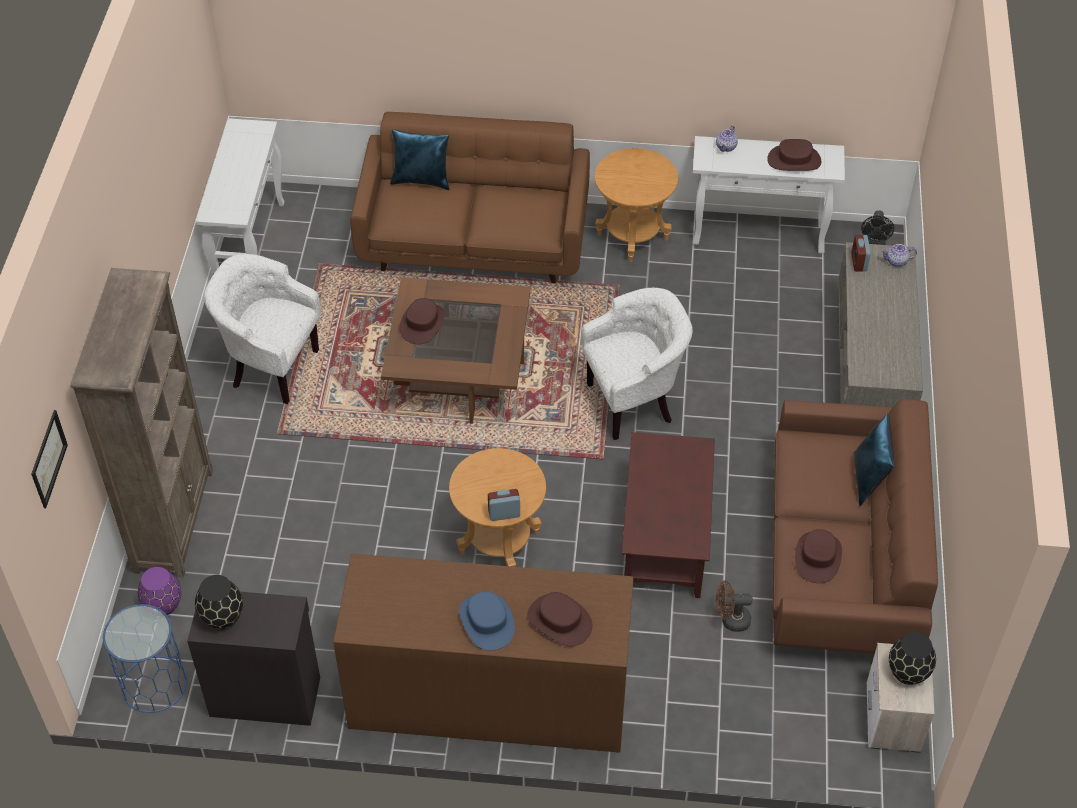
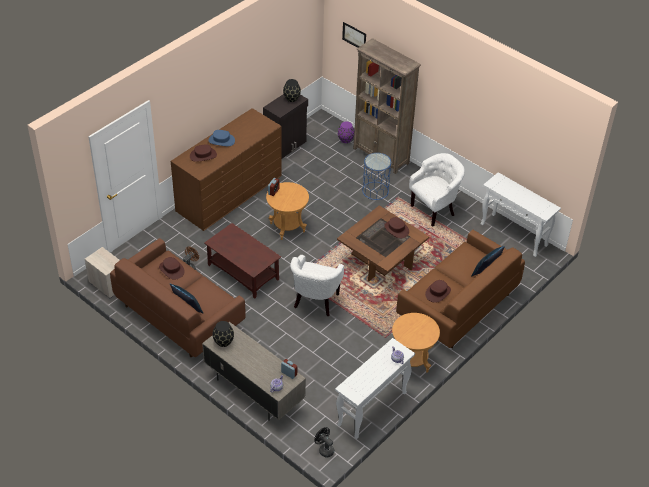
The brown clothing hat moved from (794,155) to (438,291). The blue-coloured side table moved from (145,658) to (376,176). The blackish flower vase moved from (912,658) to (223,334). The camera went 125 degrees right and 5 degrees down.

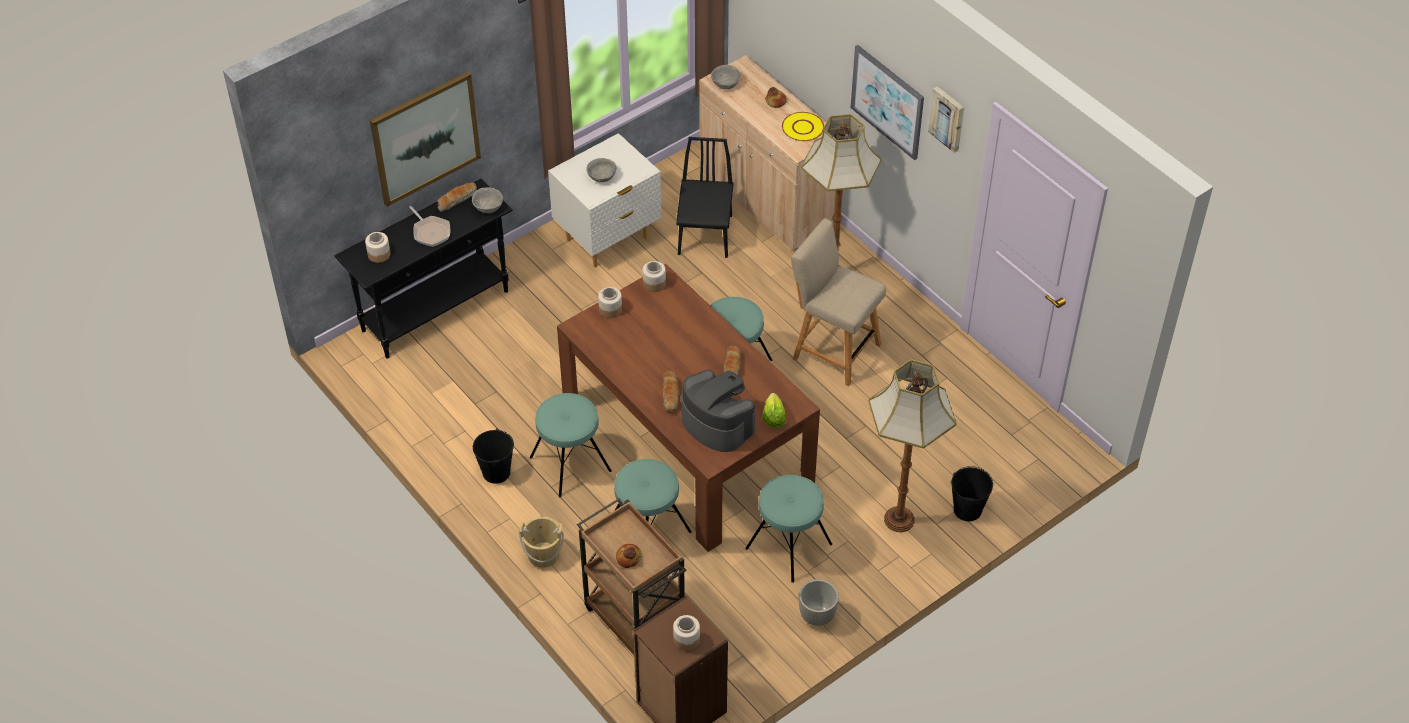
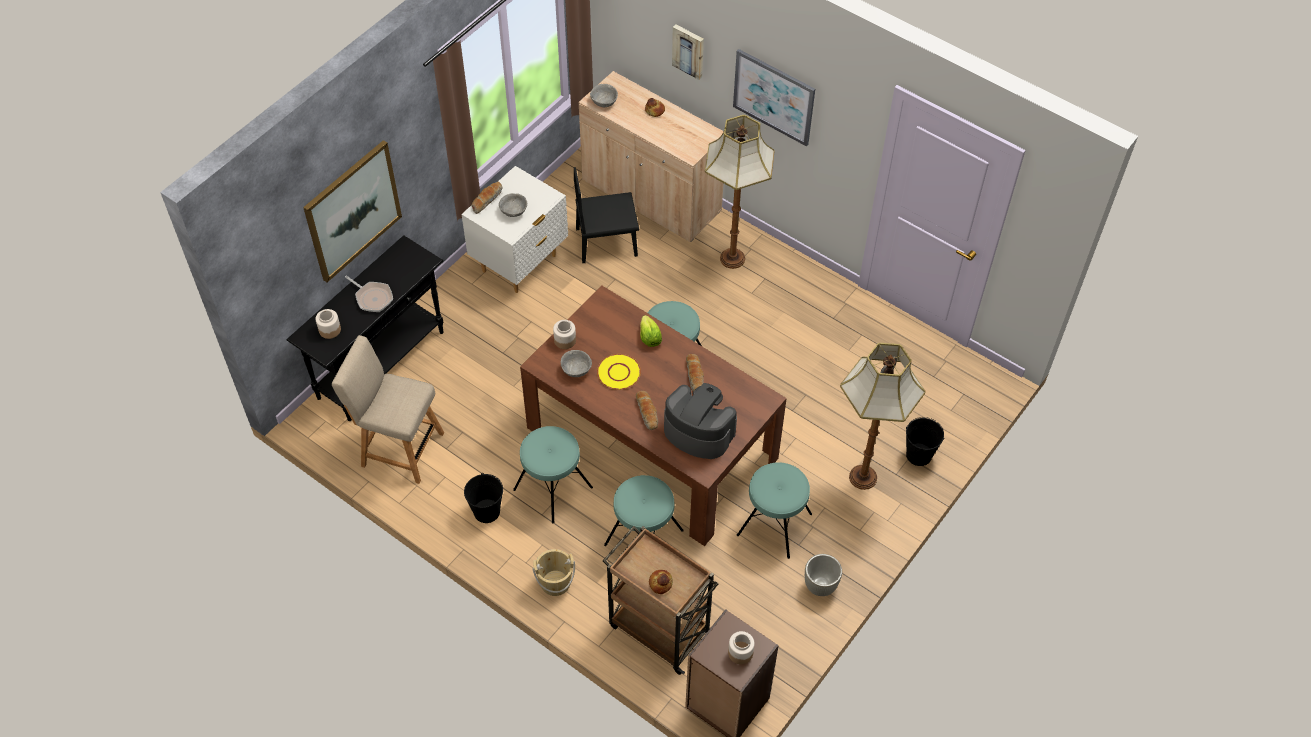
The picture moved from (946,119) to (688,52). The yellow plate moved from (803,126) to (619,372). The blackish upright chair at (705,197) turned 90 degrees counterclockwise. The baked bread moved from (457,197) to (486,198). The greyish bowl moved from (487,200) to (576,363). The beige-coloured upright chair moved from (838,302) to (388,409). The preserve jar at (654,276) disappeared. The lettuce moved from (774,410) to (651,331). The camera went 15 degrees left and 5 degrees up.

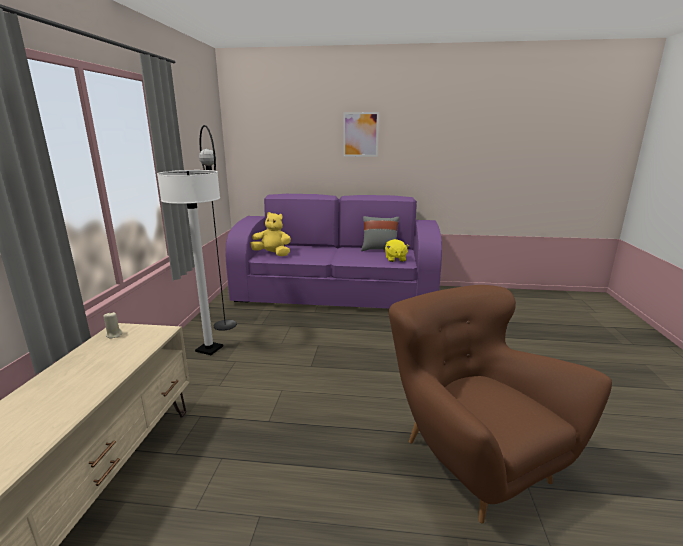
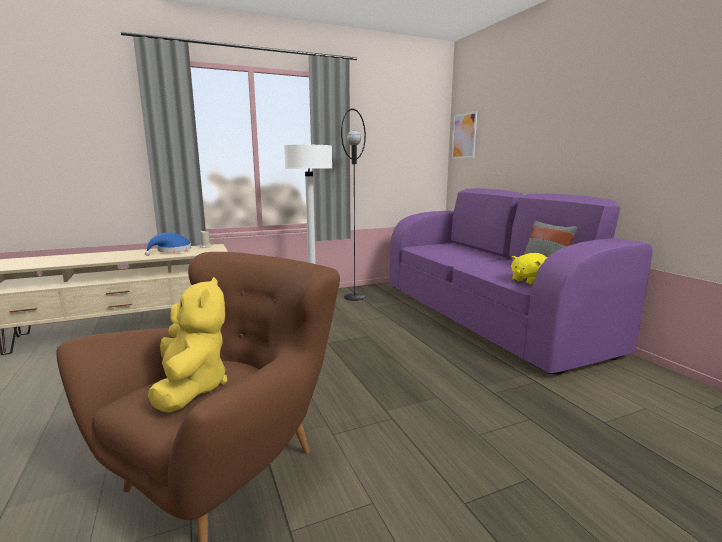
The picture moved from (361,134) to (464,135). The yellow soft toy moved from (271,234) to (188,345). The blue-coloured clothing hat at (168,244) appeared. The camera went 60 degrees right and 5 degrees down.

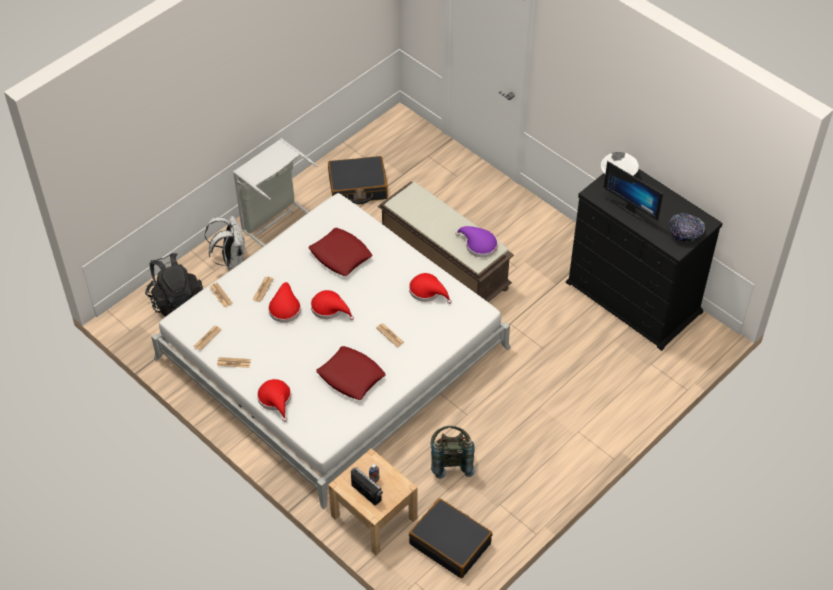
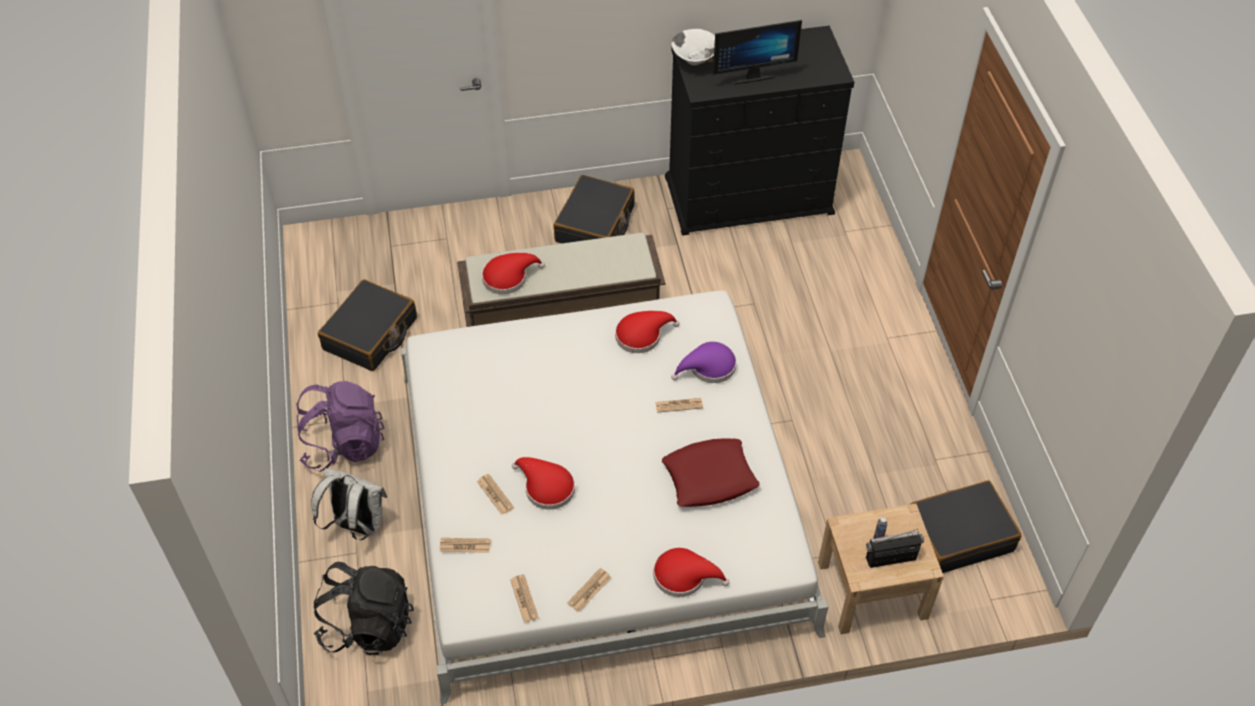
The greyish hamper at (275,192) was replaced by the purple knapsack at (340,426). The bowl at (687,227) disappeared. The purple clothing hat moved from (476,241) to (704,362). The red throw pillow at (340,252) disappeared. The red clothing hat moved from (332,305) to (513,273). The greyish knapsack at (453,452) disappeared. The blackish piece of luggage at (594,209) appeared. The camera went 55 degrees left and 0 degrees up.

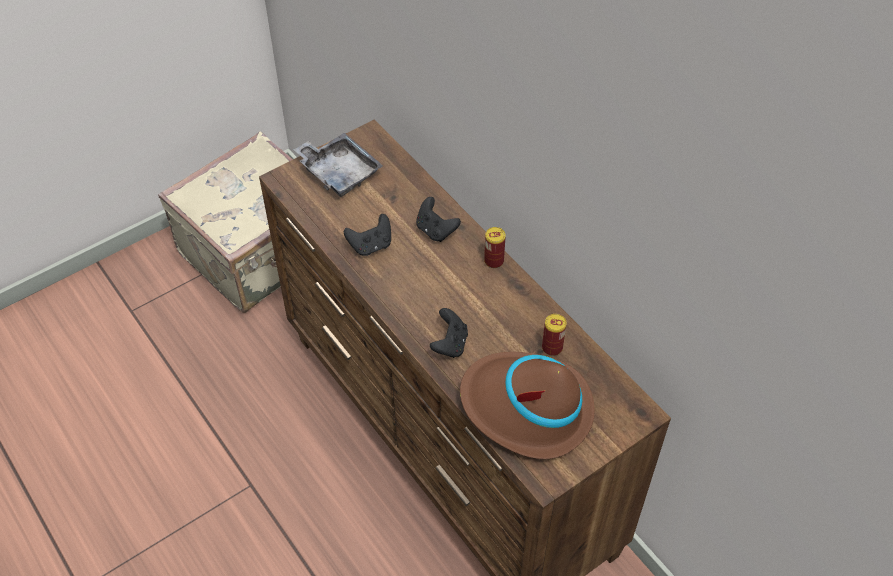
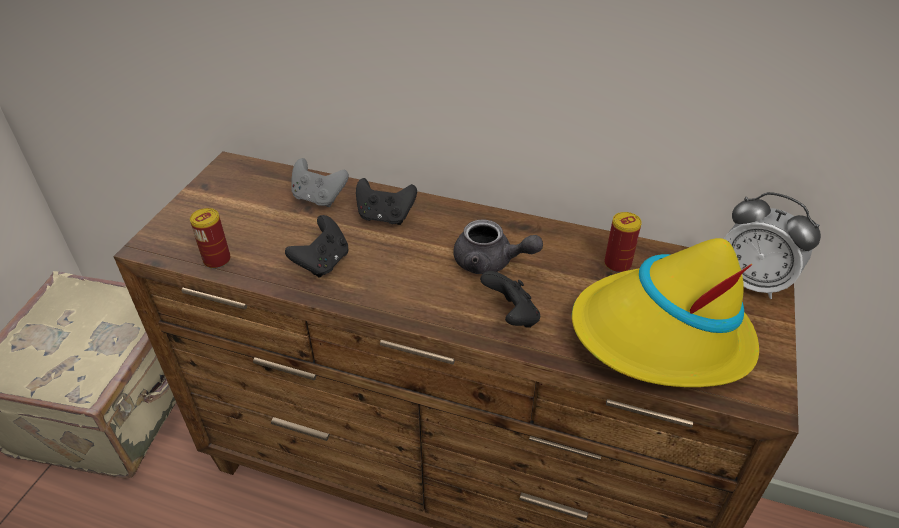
The greyish serving tray at (338,165) disappeared. The sealed can moved from (495,247) to (210,238). The brown clothing hat at (527,405) became the yellow clothing hat at (665,312). The greyish game controller at (320,182) appeared. The bedside clock at (772,245) appeared. The greyish teapot at (498,247) appeared. The camera went 35 degrees left and 10 degrees down.

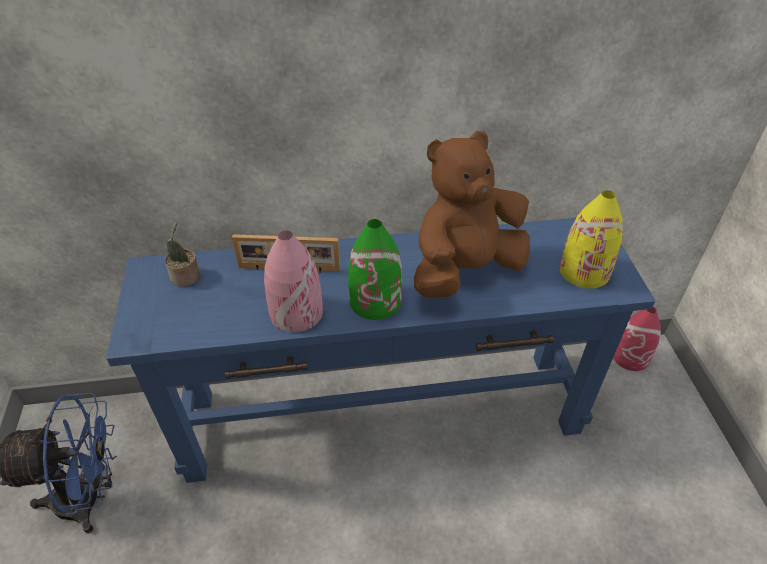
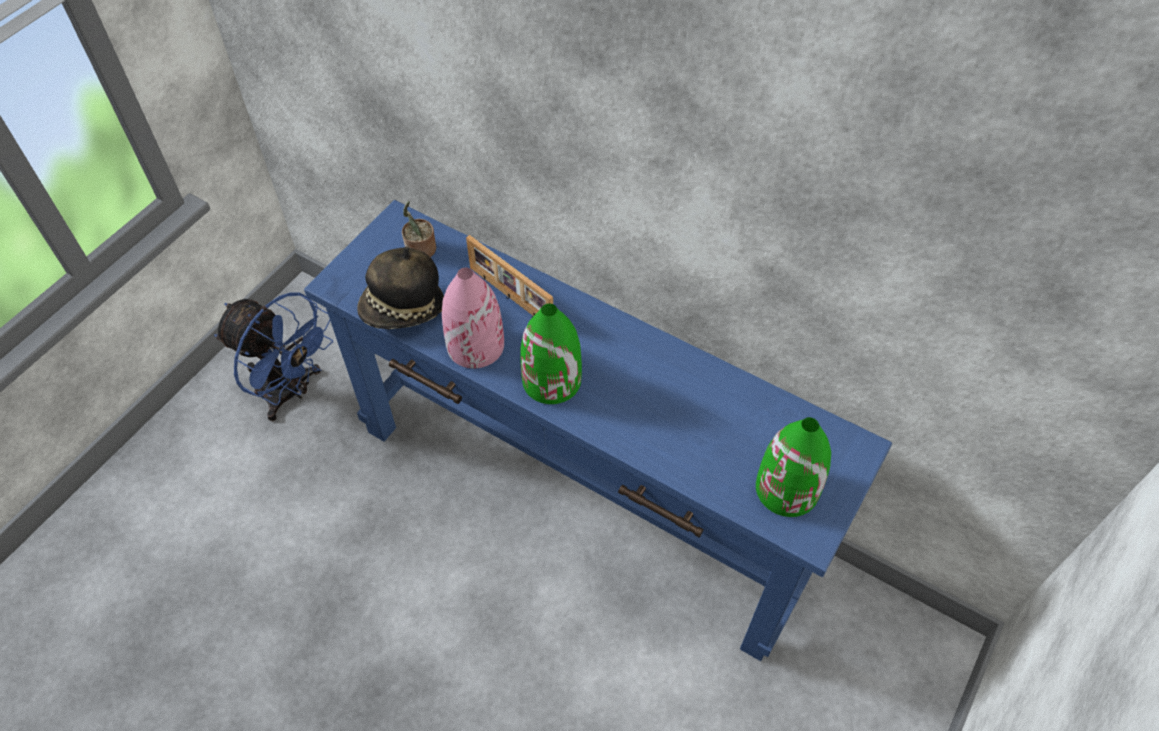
The brown soft toy at (472,214) disappeared. The yellow flower vase at (591,239) became the green flower vase at (793,467). The red flower vase at (637,339) disappeared. The clothing hat at (400,288) appeared. The camera went 40 degrees right and 10 degrees up.

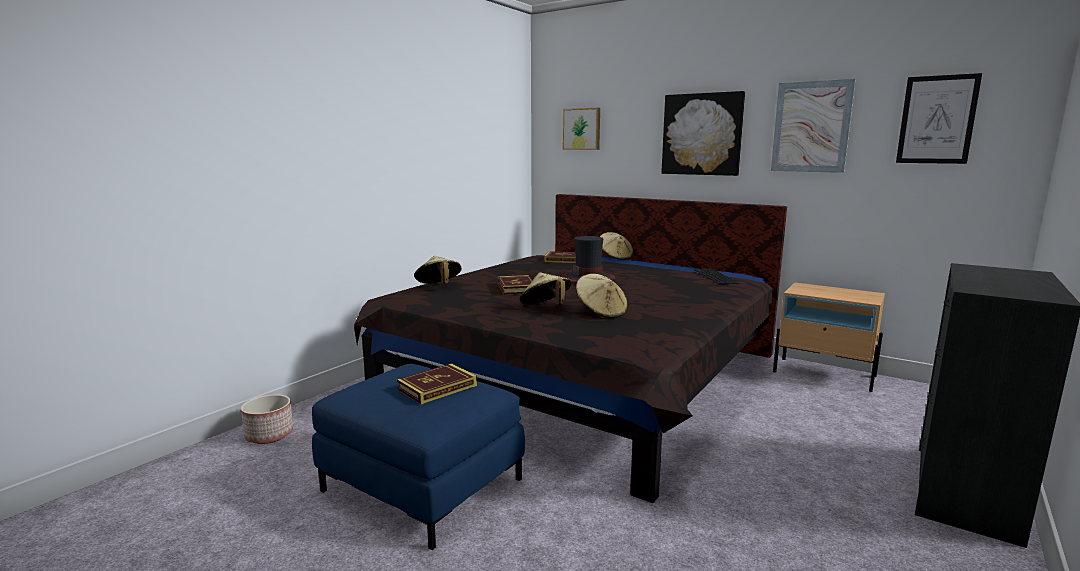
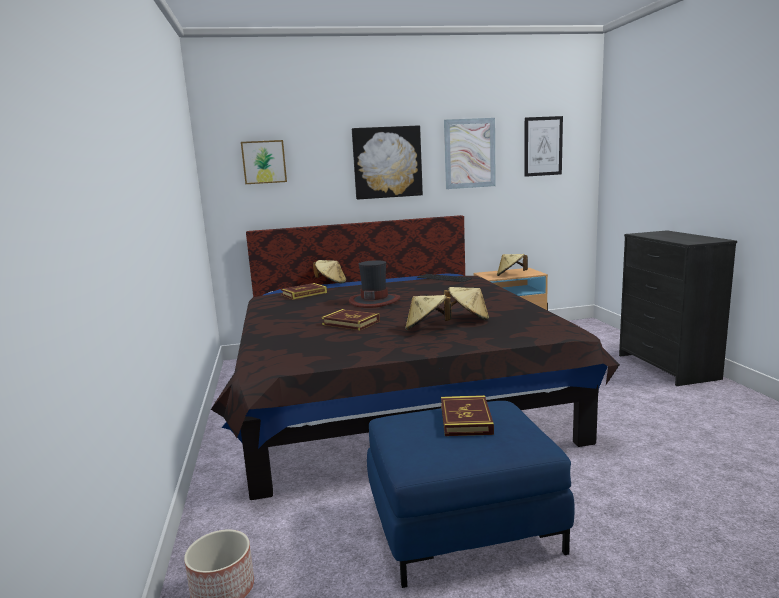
The beige-coloured clothing hat moved from (438,270) to (512,265). The camera went 45 degrees left and 0 degrees up.

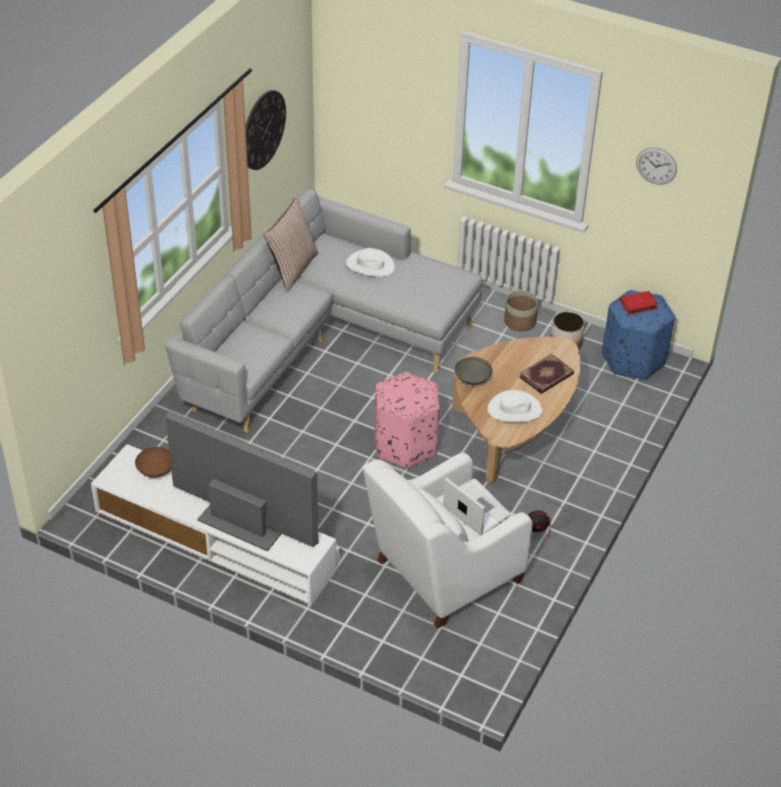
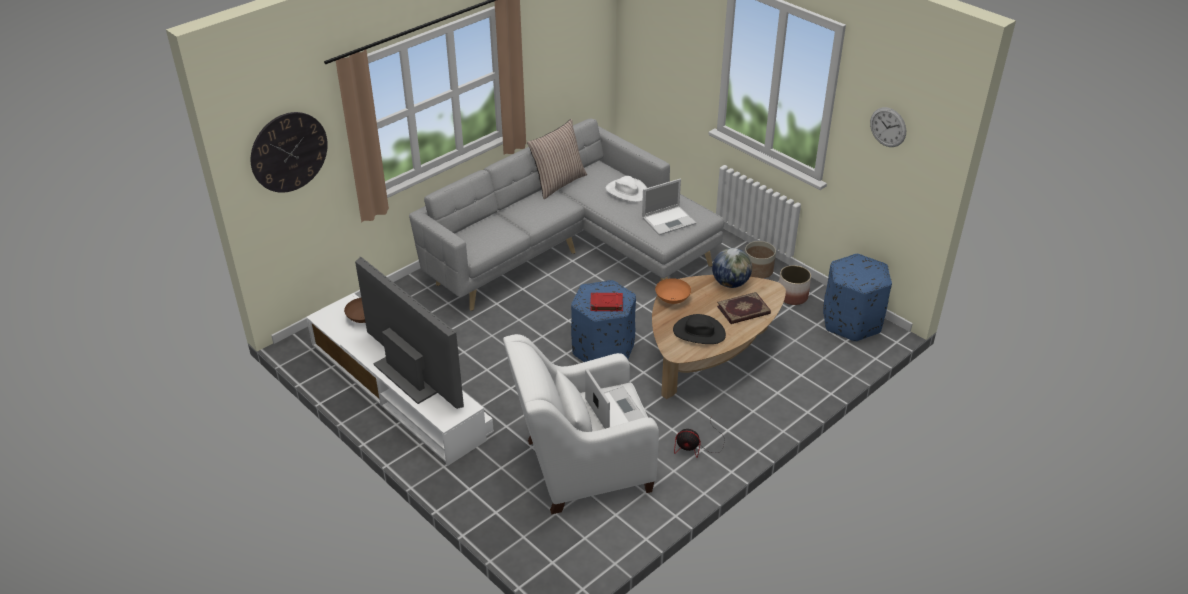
The clock on the wall moved from (265,130) to (289,152). The red book moved from (638,303) to (607,302). The greyish bowl at (473,371) became the orange bowl at (673,291). The pinkish ottoman at (407,420) became the blue-coloured ottoman at (603,321). The white clothing hat at (515,406) became the blackish clothing hat at (699,329). The laptop at (669,207) appeared. The globe at (732,268) appeared. The camera went 20 degrees right and 5 degrees down.

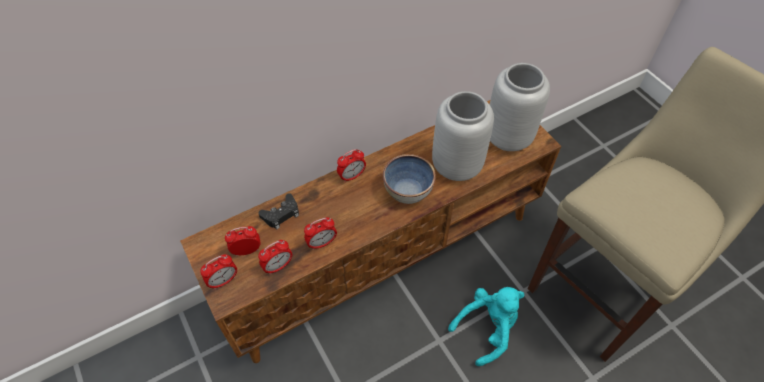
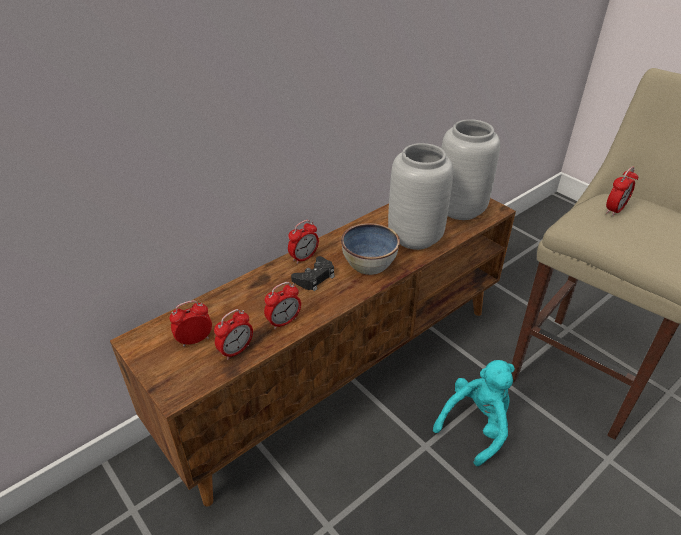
The blackish game controller moved from (278,211) to (313,273). The bedside clock moved from (218,271) to (622,191). The camera went 10 degrees left and 15 degrees down.

